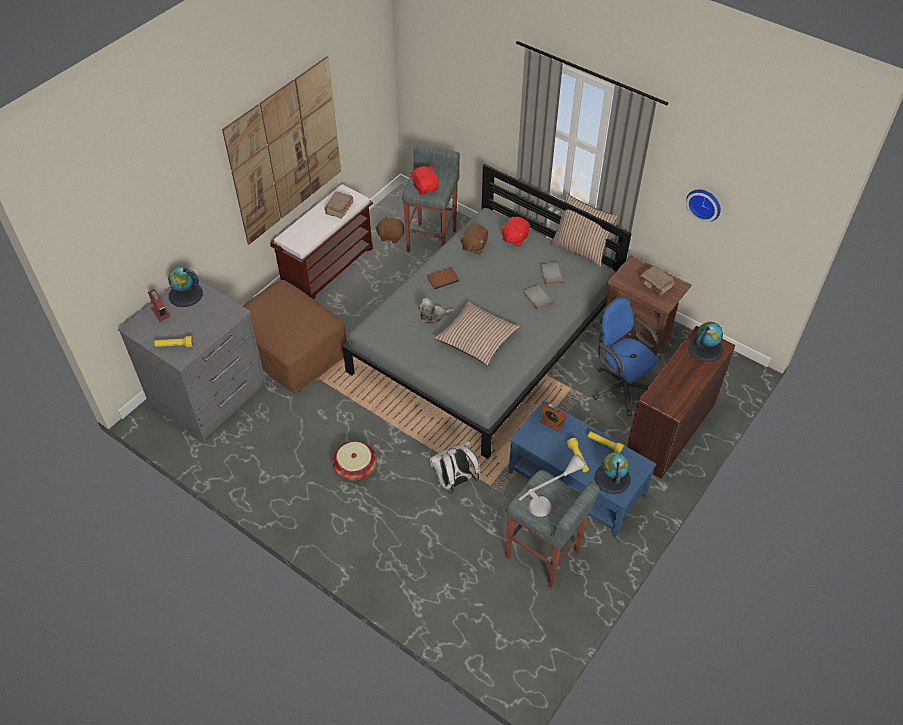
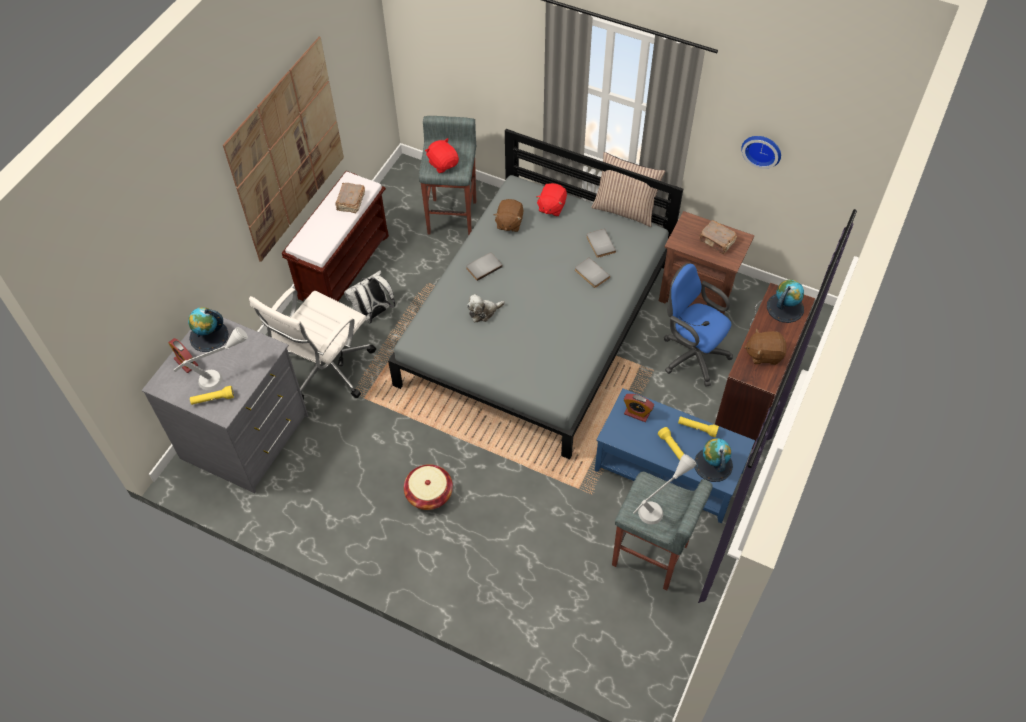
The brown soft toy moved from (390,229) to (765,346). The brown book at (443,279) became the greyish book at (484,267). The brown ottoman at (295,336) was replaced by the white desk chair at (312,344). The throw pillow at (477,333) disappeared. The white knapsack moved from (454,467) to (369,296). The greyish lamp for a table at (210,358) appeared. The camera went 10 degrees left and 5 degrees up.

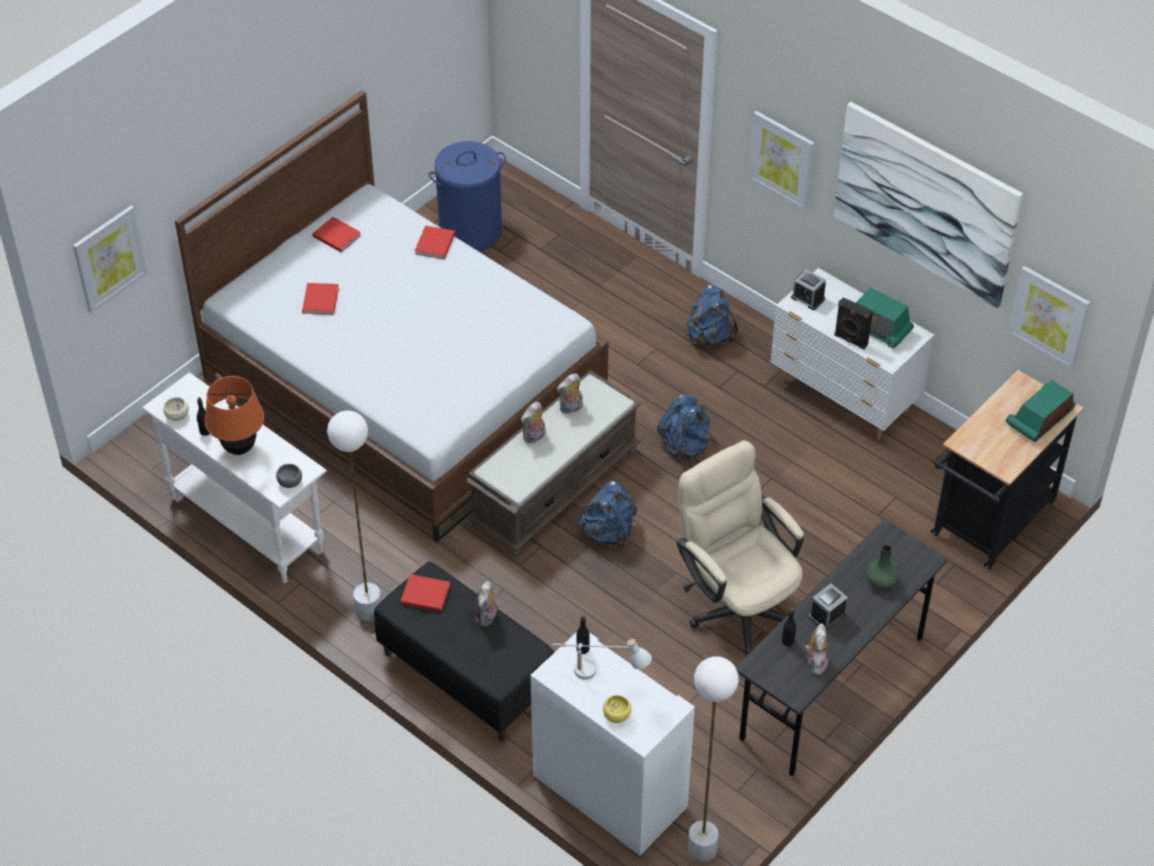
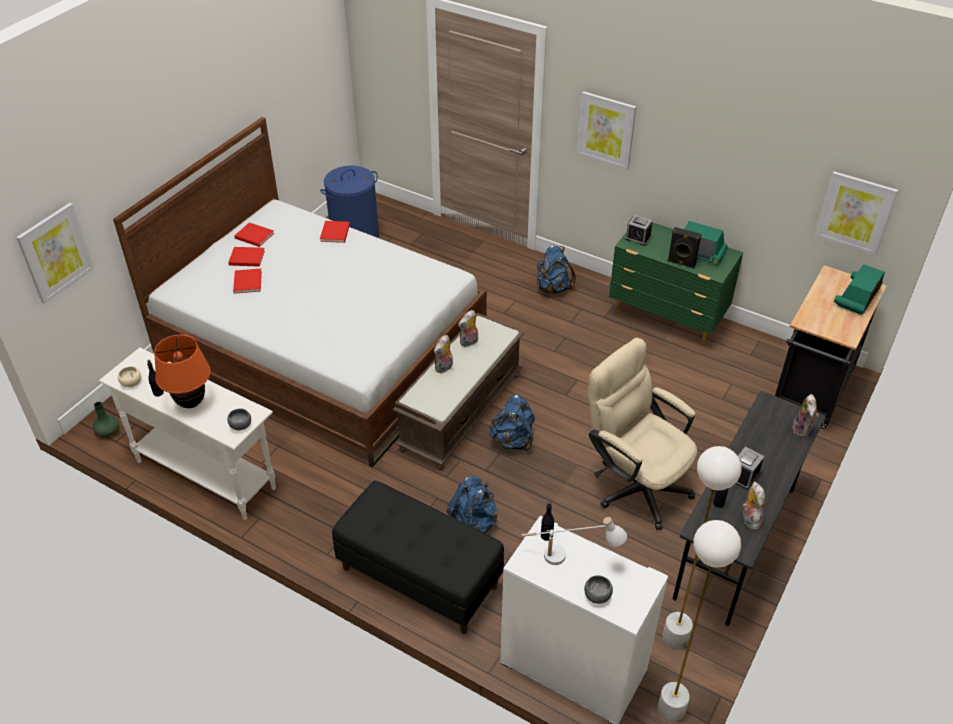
The picture at (928,205) disappeared. The white drawer chest at (852,354) became the green drawer chest at (676,283). The blue-coloured knapsack moved from (683,428) to (472,504). The white standard lamp moved from (354,516) to (701,547). The green flower vase moved from (882,566) to (106,419). The red book moved from (425,593) to (246,257). The soft toy moved from (487,603) to (806,415). The yellow bowl at (617,709) became the greyish bowl at (598,589). The camera went 10 degrees left and 5 degrees down.

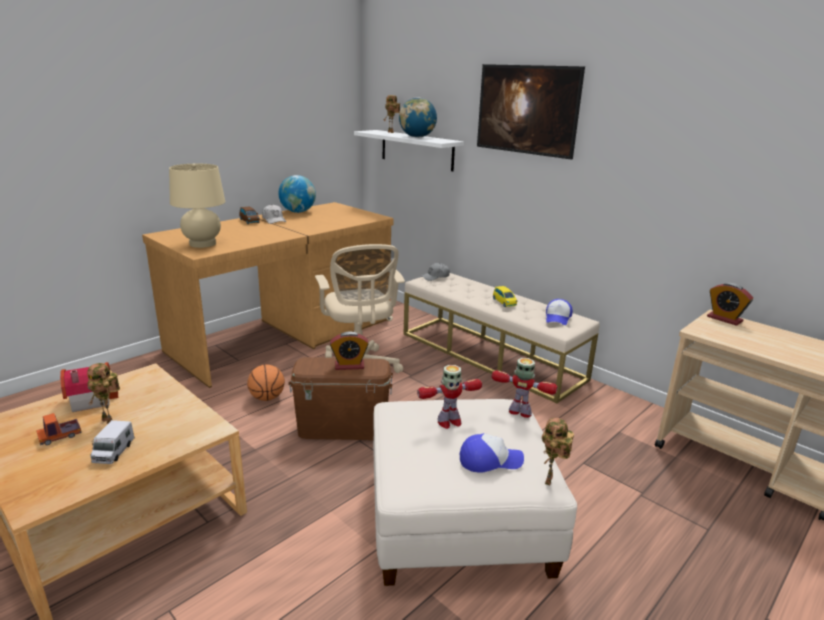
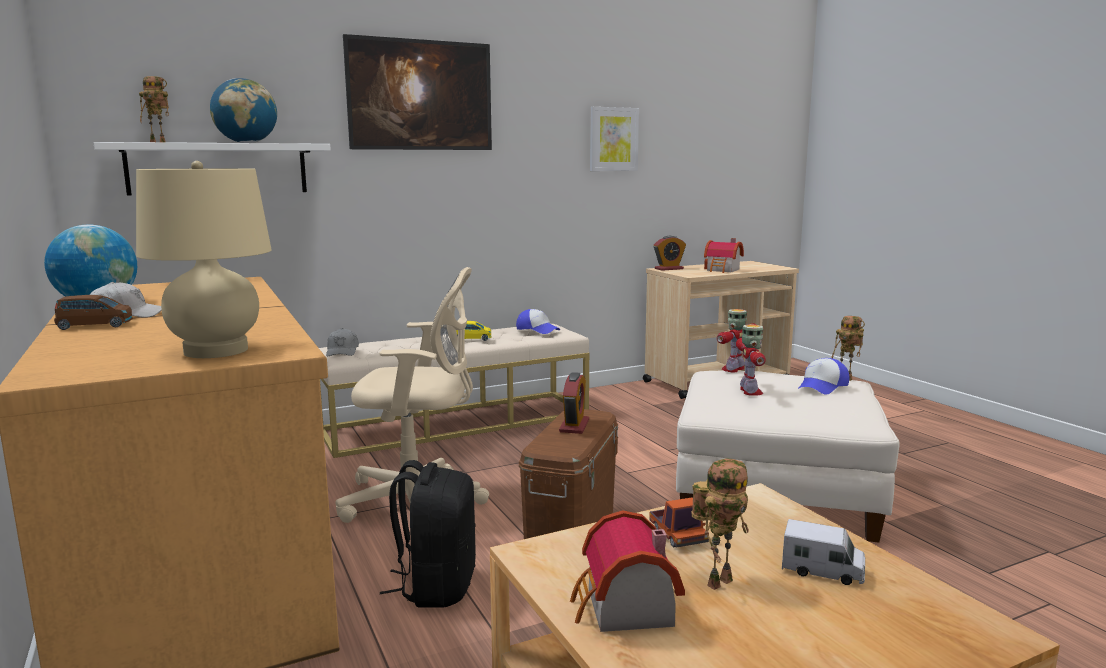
The basketball ball at (266,382) was replaced by the blackish knapsack at (428,533). The toy lorry moved from (59,429) to (679,522). The baseball cap at (492,453) turned 150 degrees counterclockwise. The picture at (614,139) appeared. The toy house at (724,255) appeared. The camera went 70 degrees left and 10 degrees down.

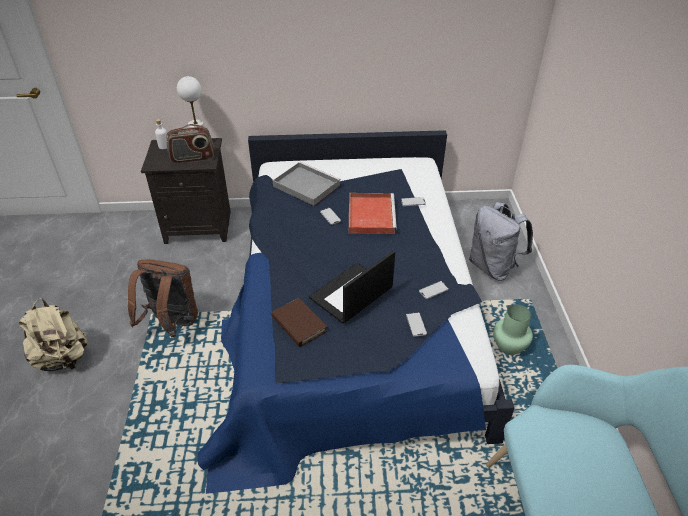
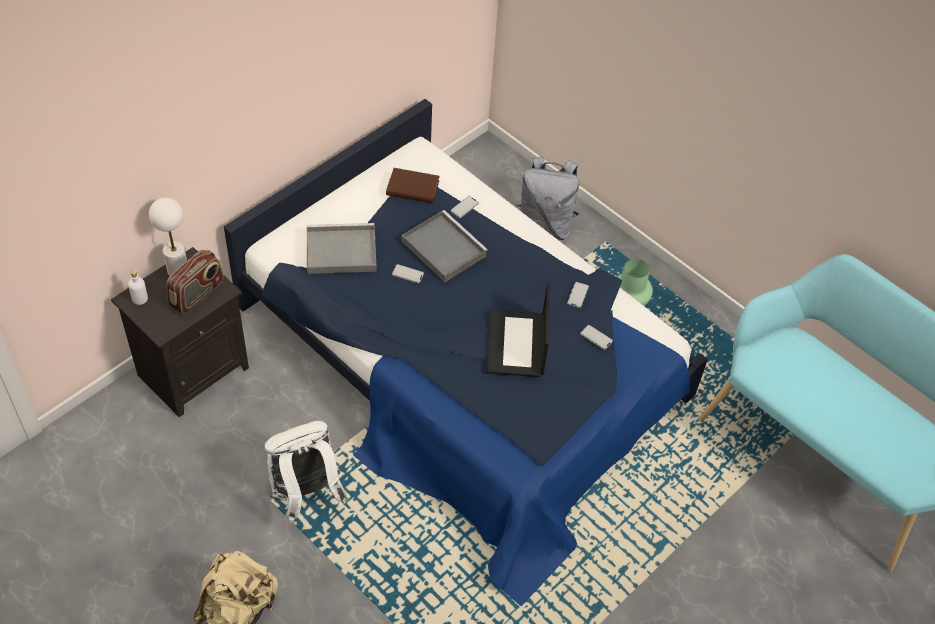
The red serving tray at (373,213) became the greyish serving tray at (444,246). The brown knapsack at (163,298) became the white knapsack at (306,472). The brown book moved from (299,322) to (413,185). The camera went 45 degrees left and 10 degrees up.

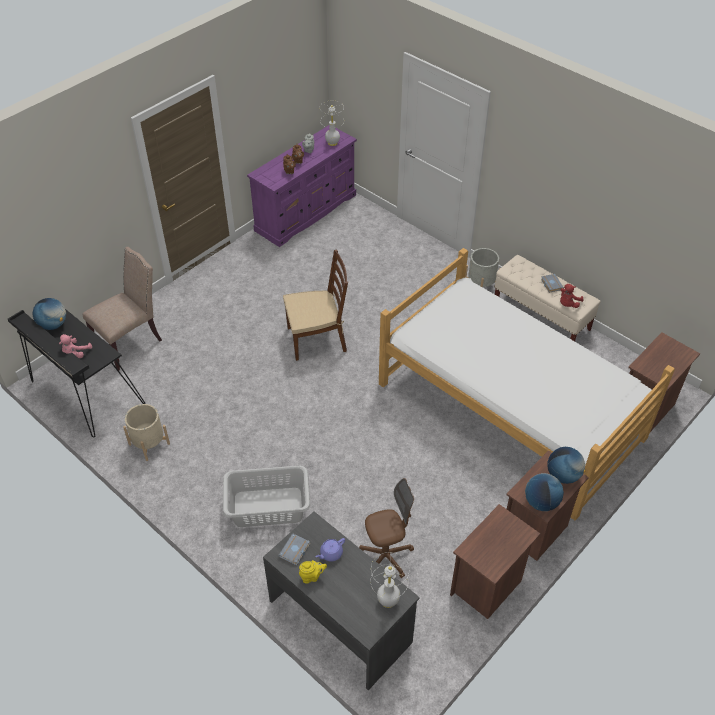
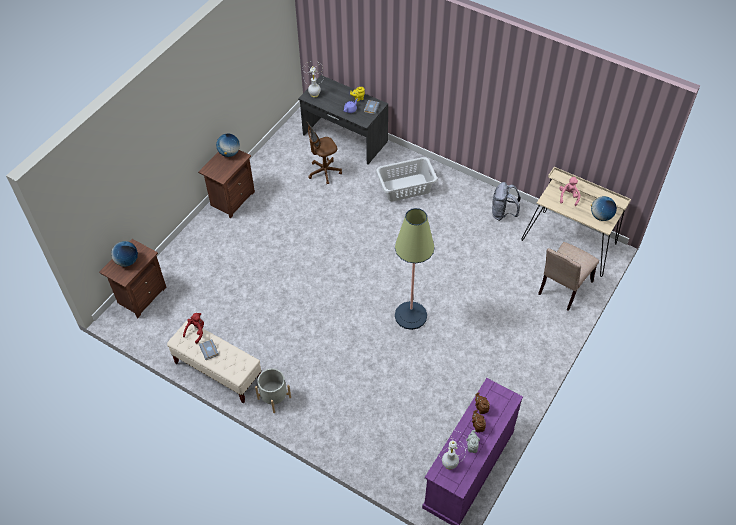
The bedroom bed at (527,384) disappeared. The brown upright chair at (315,305) was replaced by the standard lamp at (414,269). The blackish desk at (77,373) became the beige-coloured desk at (576,222). The beige-coloured flower pot at (146,432) was replaced by the greyish knapsack at (506,201). The globe moved from (566,465) to (124,254). The brown nightstand at (495,561) disappeared. The camera went 170 degrees right and 5 degrees up.

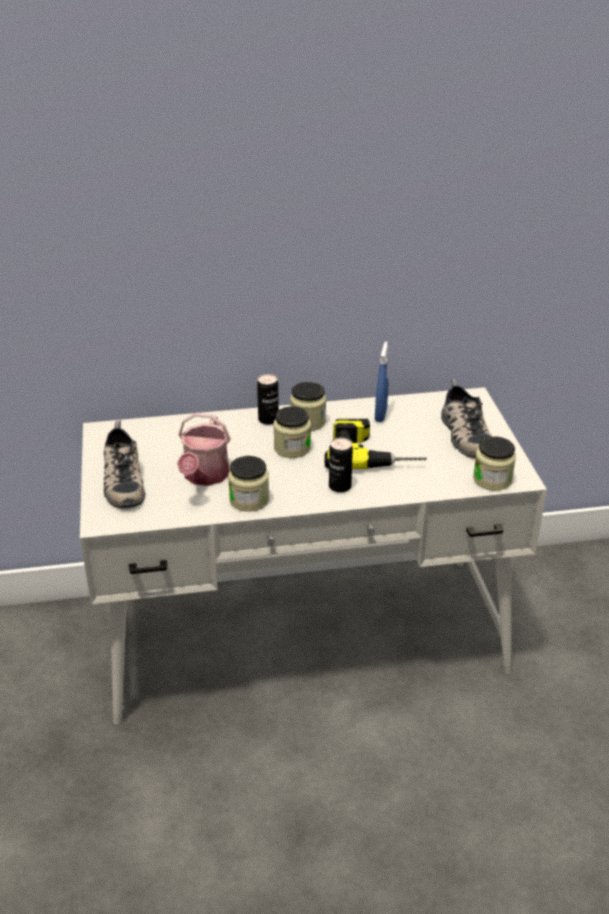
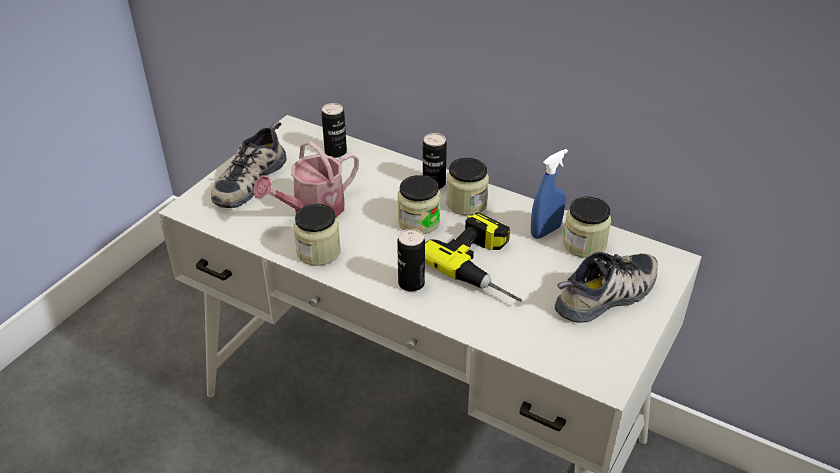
The item of footwear at (466,419) turned 150 degrees counterclockwise. The preserve jar moved from (494,463) to (587,227). The sealed can at (334,130) appeared. The camera went 40 degrees right and 5 degrees up.

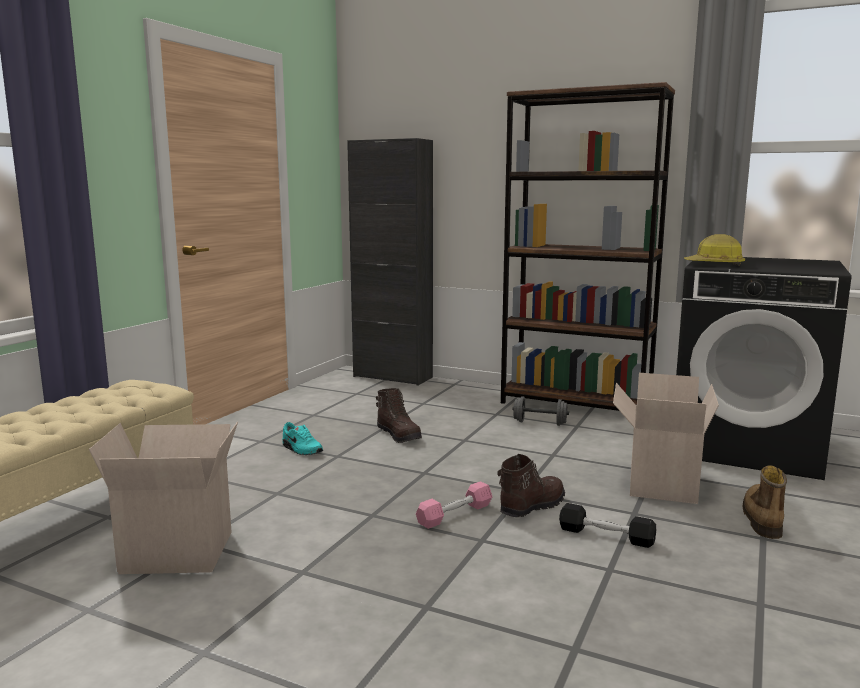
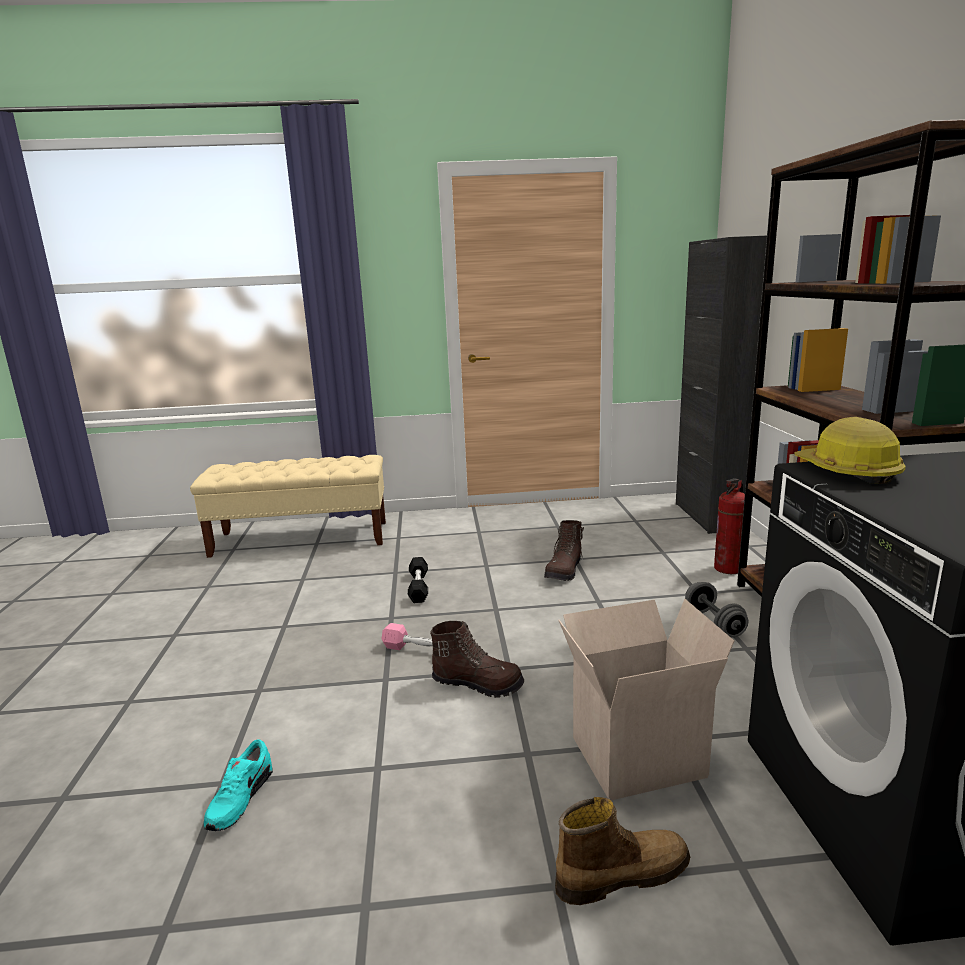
The carton at (163,497) disappeared. The turquoise-coloured item of footwear moved from (302,438) to (238,785). The blackish free weight moved from (607,525) to (418,580). The fire extinguisher at (729,526) appeared. The camera went 60 degrees right and 5 degrees up.

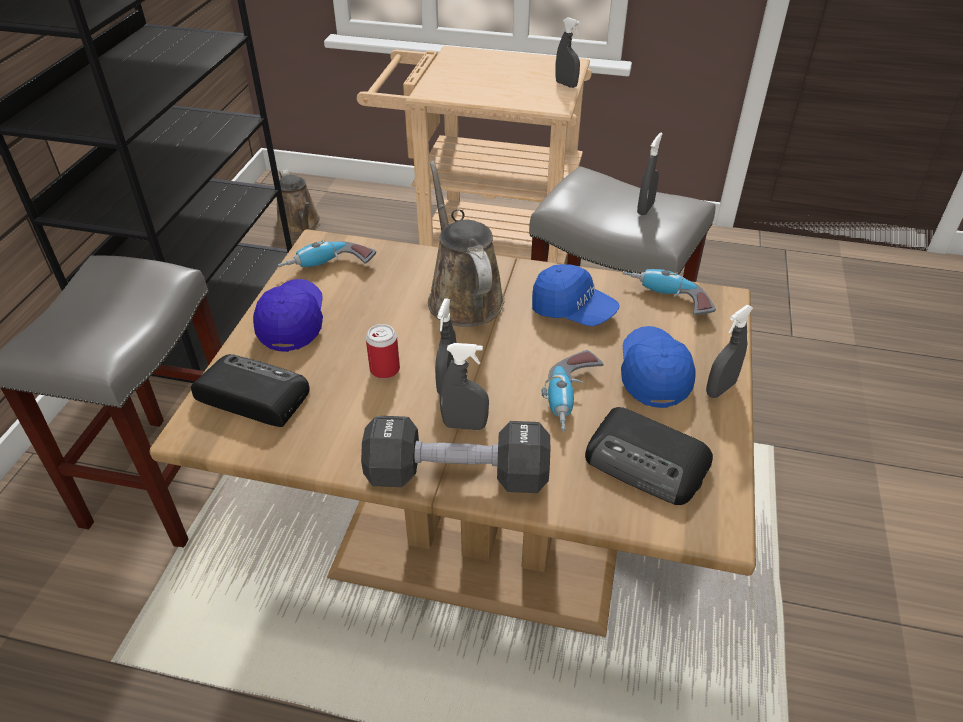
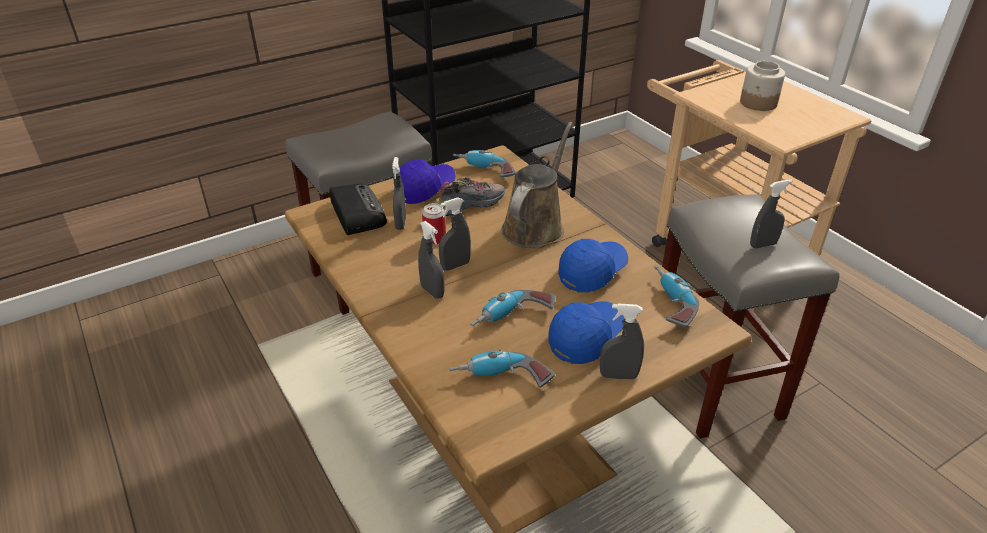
The greyish hand sprayer moved from (568,52) to (399,193). The brown watering pot at (298,201) disappeared. The blue-coloured baseball cap at (576,295) turned 120 degrees counterclockwise. The radio receiver at (649,456) was replaced by the power drill at (502,368). The blackish free weight at (455,454) disappeared. The preserve jar at (762,86) appeared. The item of footwear at (469,196) appeared. The camera went 45 degrees right and 5 degrees down.

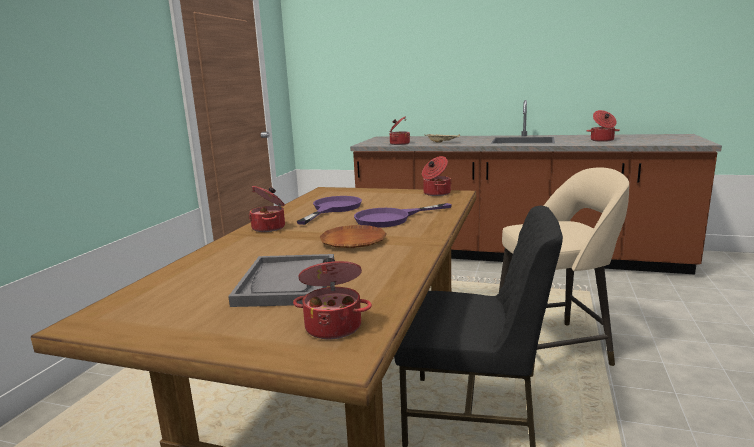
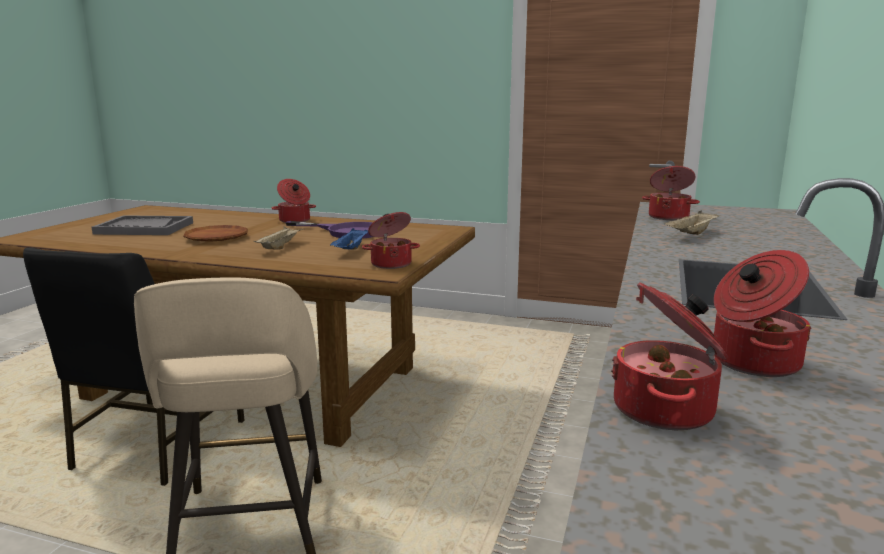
The purple frying pan at (403,215) was replaced by the beige-coloured serving tray at (279,238). The stockpot moved from (332,298) to (670,356). The blue-coloured serving tray at (349,239) appeared. The camera went 90 degrees right and 0 degrees up.

